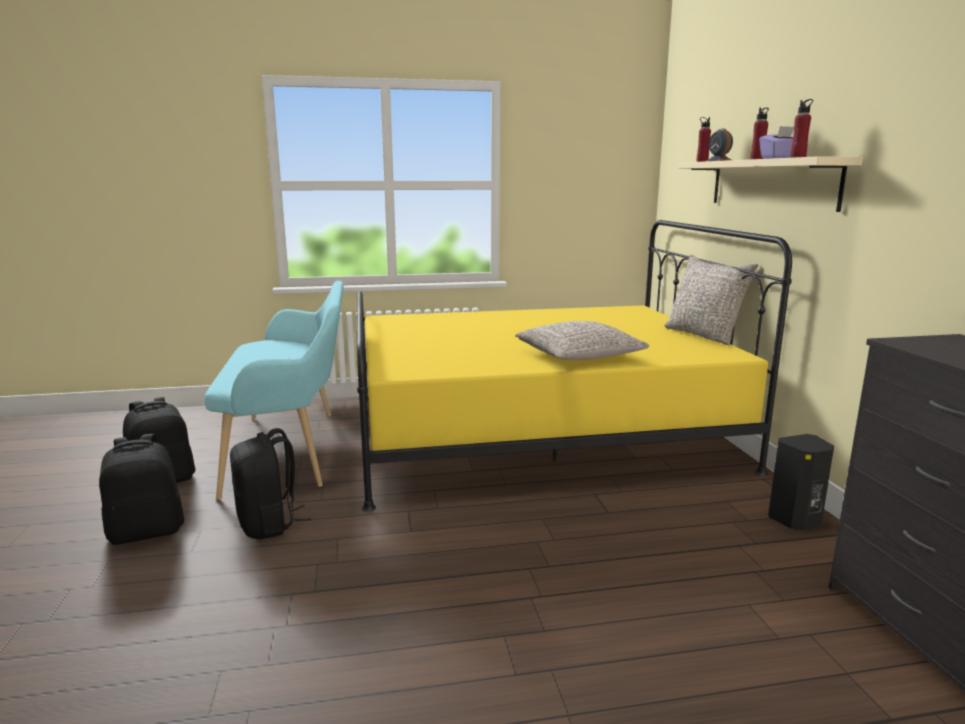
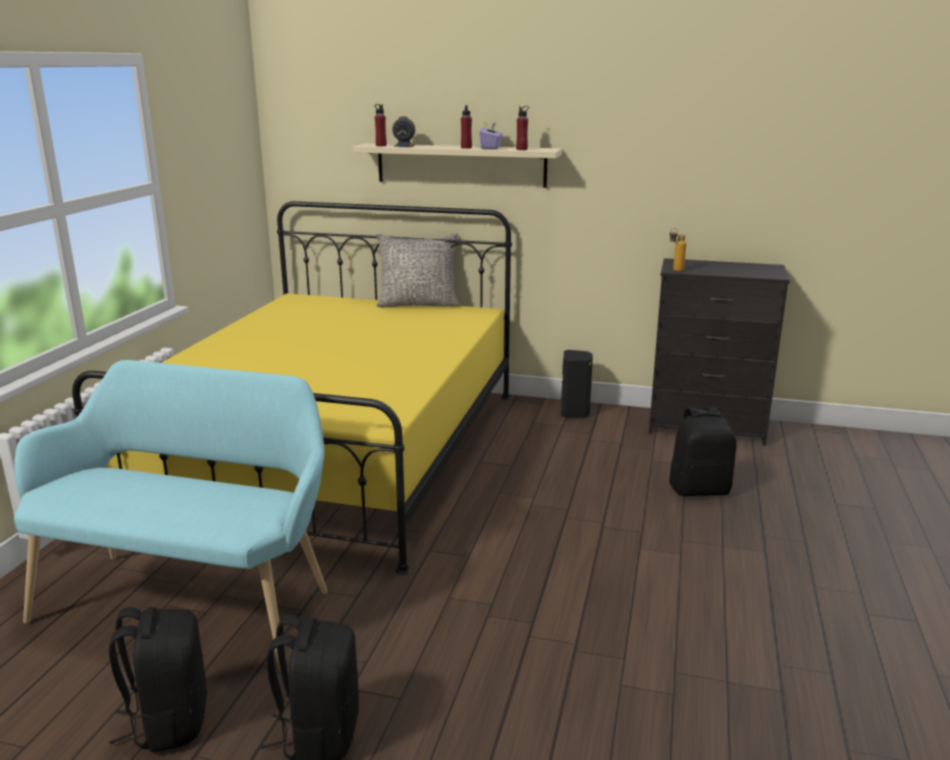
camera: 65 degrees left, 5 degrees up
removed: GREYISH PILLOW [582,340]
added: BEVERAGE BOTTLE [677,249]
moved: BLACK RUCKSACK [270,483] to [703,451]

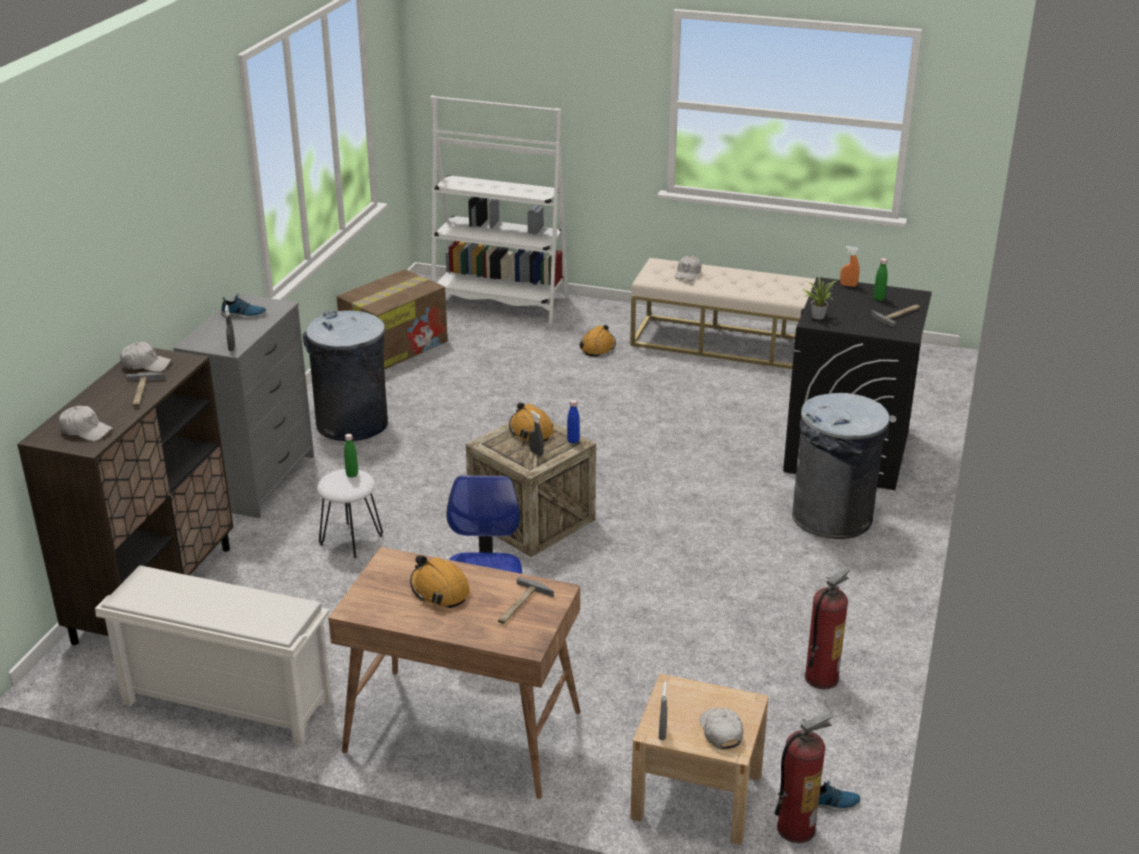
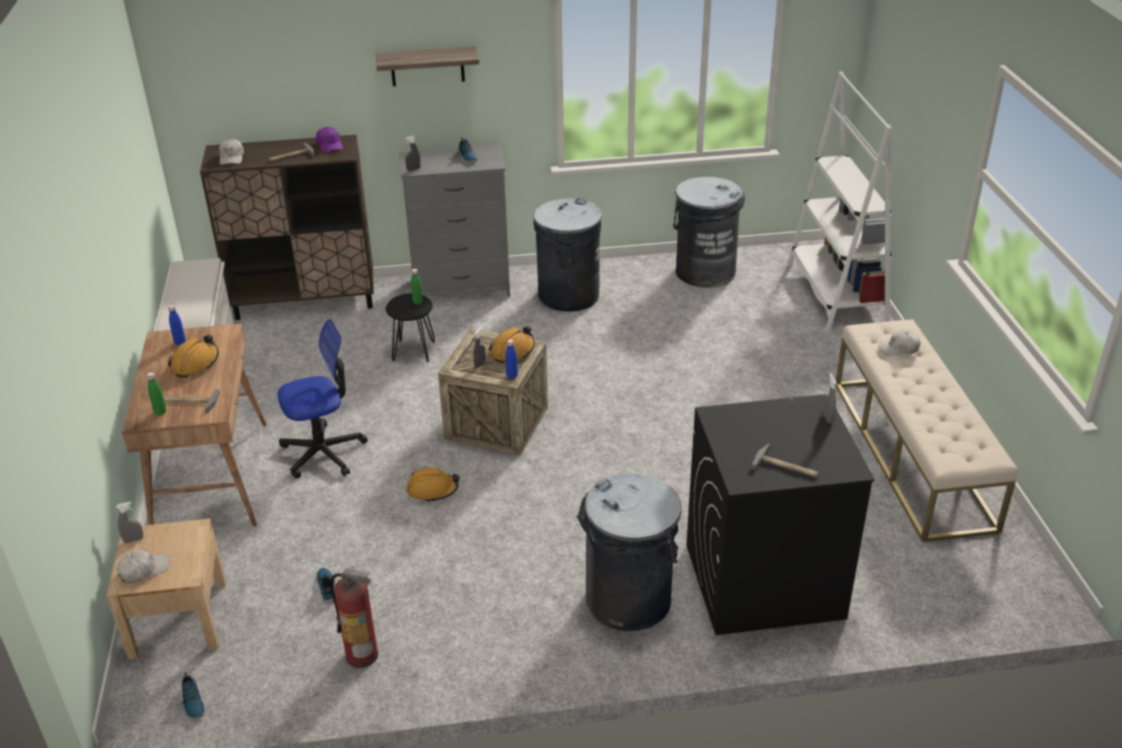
camera: 65 degrees right, 5 degrees up
removed: FIRE-FIGHTING CYLINDER [804,777]; HOUSEPLANT [820,298]
added: BLUE-COLOURED BEVERAGE BOTTLE [177,325]; ITEM OF FOOTWEAR [326,586]; BRACKET SHELF [427,66]
moved: ORANGE HARD HAT [597,341] to [433,484]; GREEN BEVERAGE BOTTLE [880,279] to [156,393]
replaced: PACKING BOX [392,319] to GREYISH WASTE BIN [709,232]
recoloured: WHITISH CAP [145,357] to PURPLE CAP [329,140]; WHITISH SITTING STOOL [350,513] to BLACK SITTING STOOL [410,327]; ORANGE SPRAY BOTTLE [850,266] to GREYISH SPRAY BOTTLE [829,398]

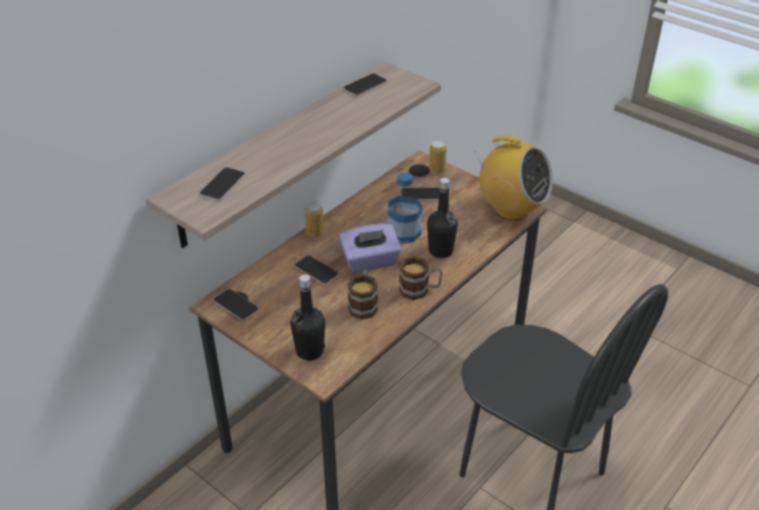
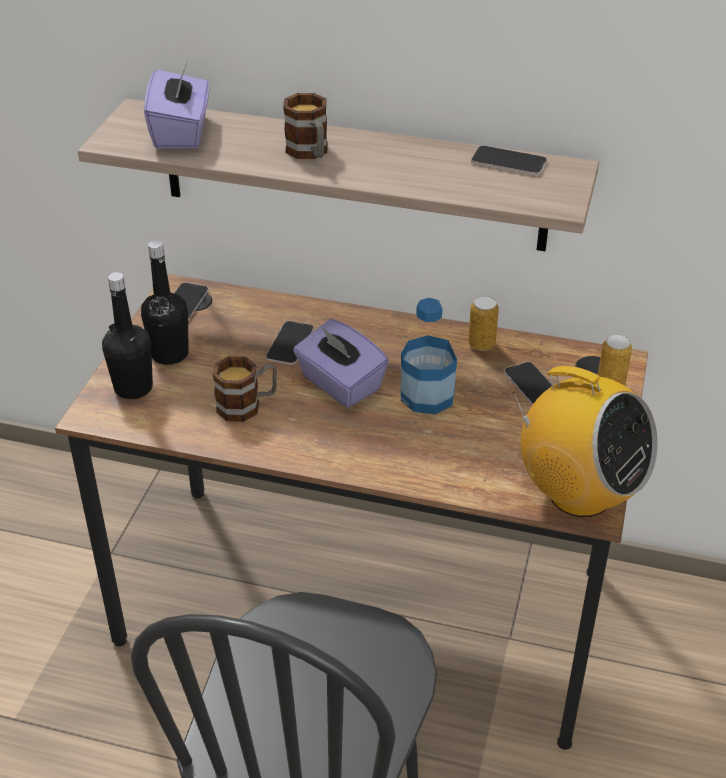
camera: 65 degrees right, 0 degrees up
moved: METAL CAN [314,220] to [483,323]; TEA MUG [420,278] to [305,126]; BLACK BEVERAGE BOTTLE [442,218] to [165,302]
replaced: PHONE [222,184] to PURPLE TISSUE HOLDER [176,105]
turned: RADIO [514,178] = [585,441] 60 degrees counterclockwise

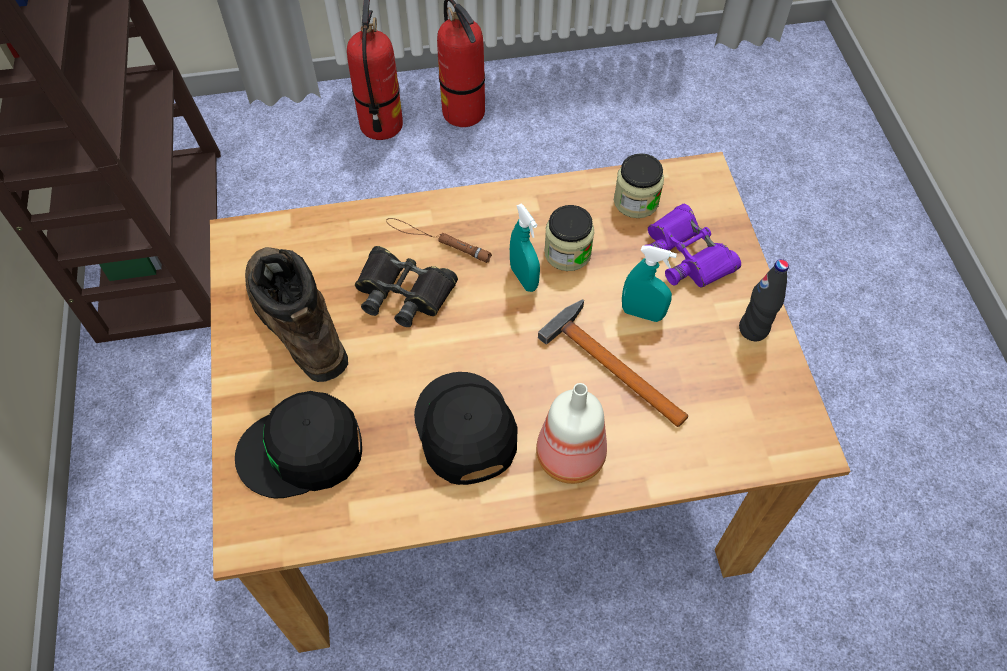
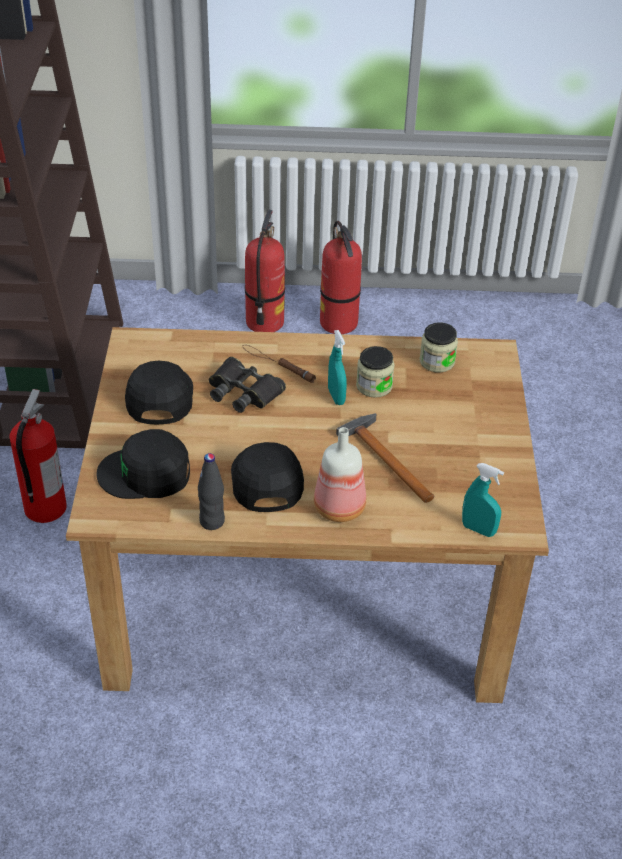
camera: 10 degrees right, 15 degrees down
removed: PURPLE PAIR OF BINOCULARS [692,246]
added: FIRE-FIGHTING CYLINDER [38,456]
moved: TURQUOISE-COLOURED SPRAY BOTTLE [649,283] to [483,500]; BLACK BEVERAGE BOTTLE [764,300] to [211,491]
replaced: BROWNISH TALL BOOT [296,314] to BLACK CAP [159,392]

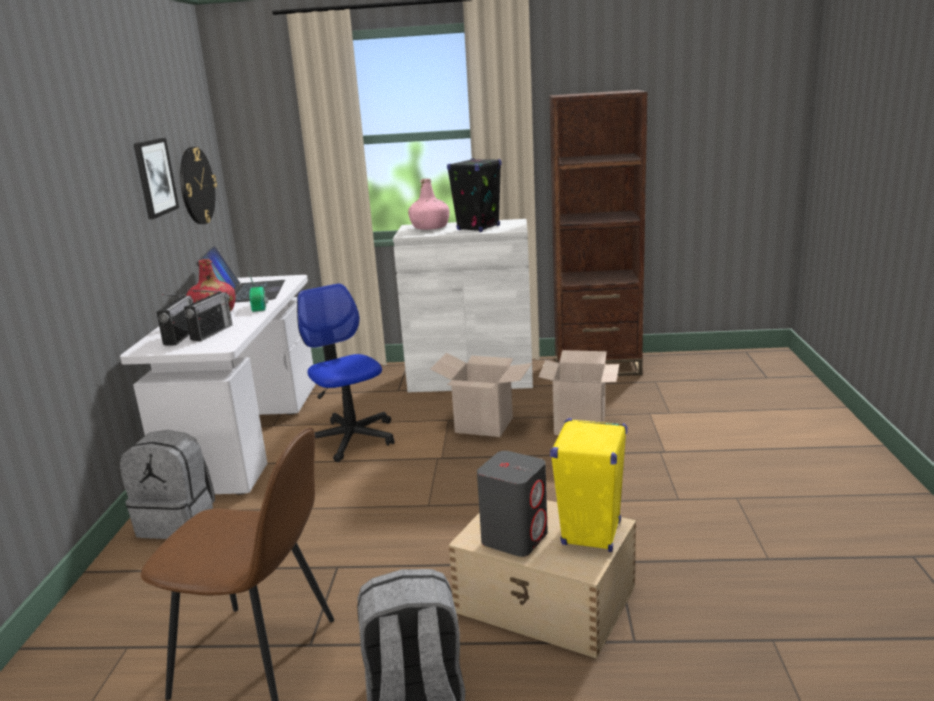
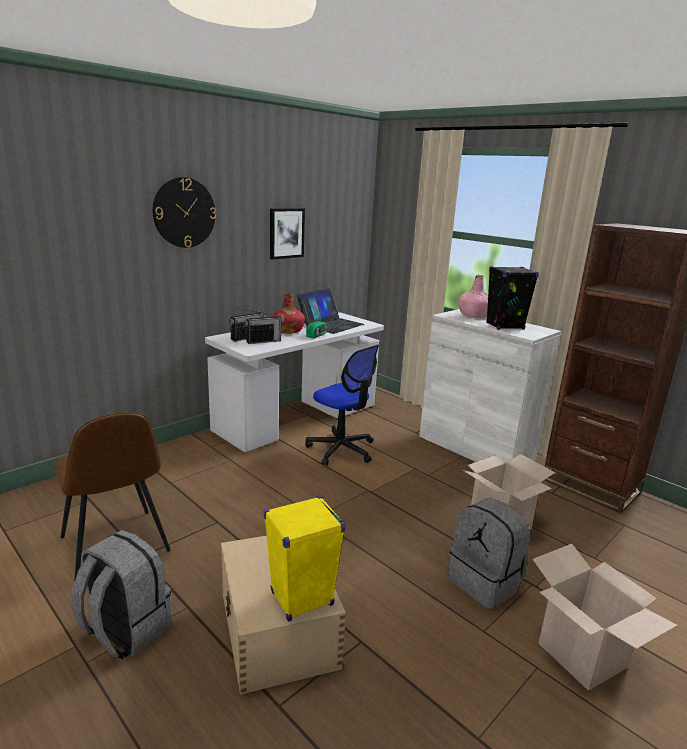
camera: 40 degrees right, 0 degrees up
removed: GREYISH AUDIO SPEAKER [512,504]
moved: GREYISH RUCKSACK [167,484] to [489,553]; HANGING CLOCK [198,185] to [184,212]; PACKING BOX [481,395] to [605,617]
turned: DESK CHAIR [345,372] = [342,405] 120 degrees clockwise

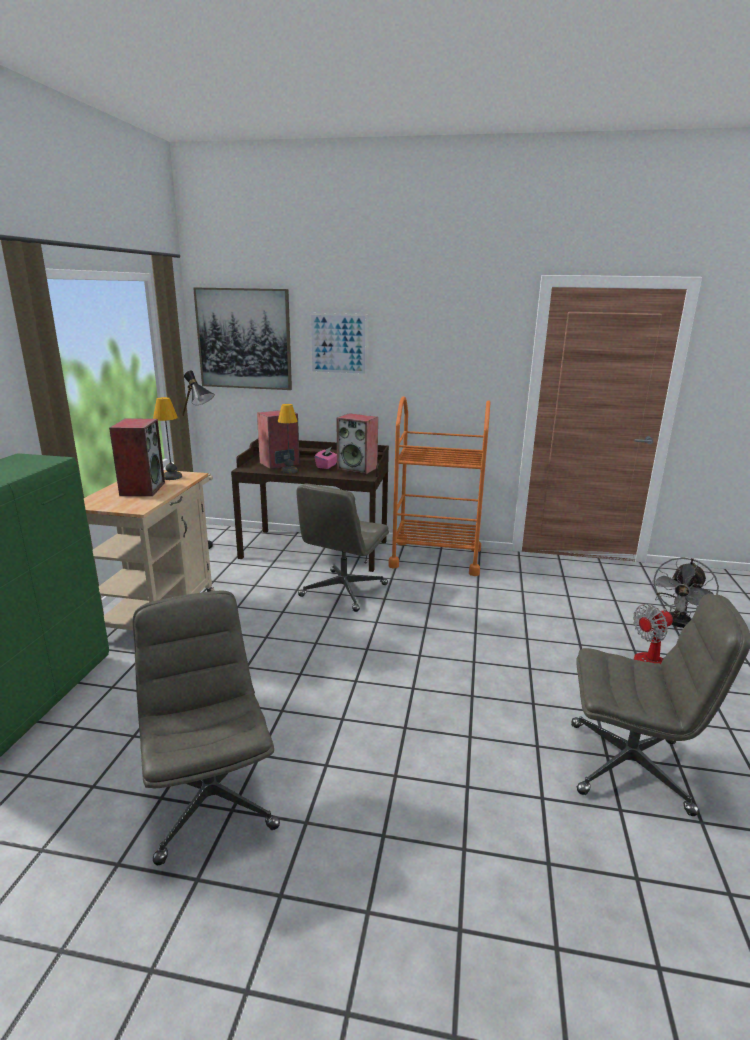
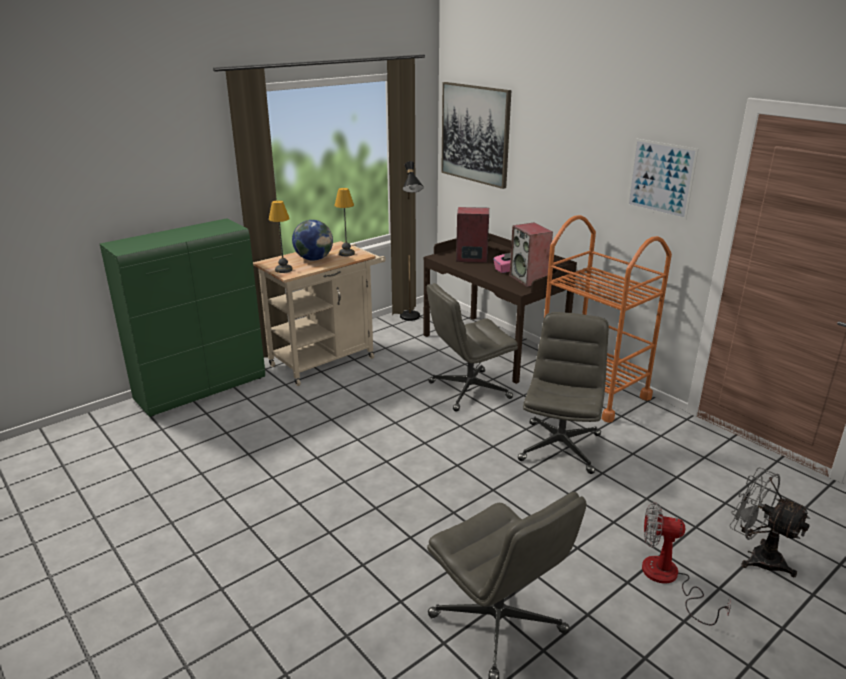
camera: 40 degrees right, 5 degrees up
moved: GREYISH DESK CHAIR [206,727] to [563,393]; TABLE LAMP [288,438] to [280,236]; WALL PICTURE [338,344] to [663,179]
replaced: AUDIO SPEAKER [137,457] to WORLD GLOBE [312,240]
turned: GREYISH COOLING FAN [685,593] = [770,522] 60 degrees clockwise

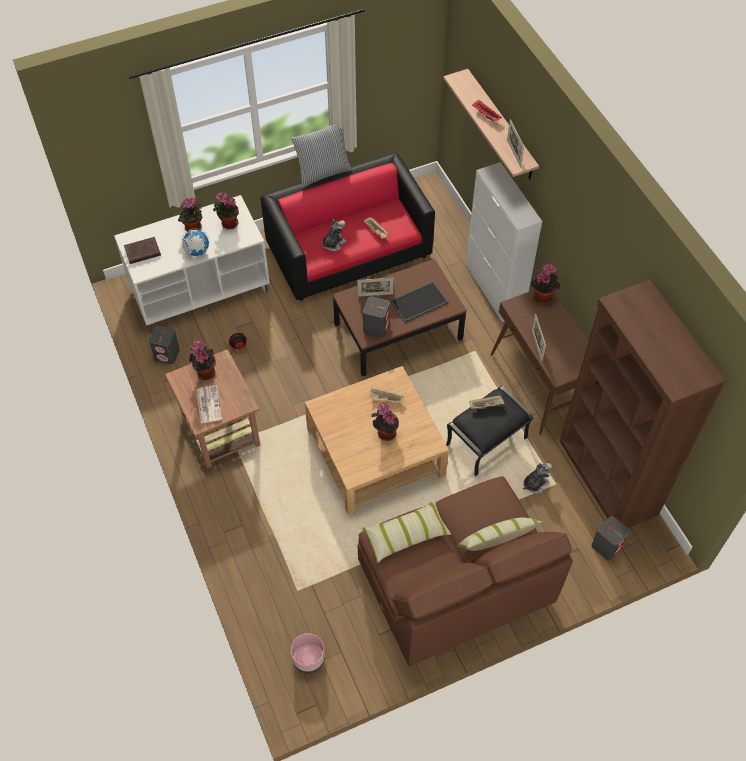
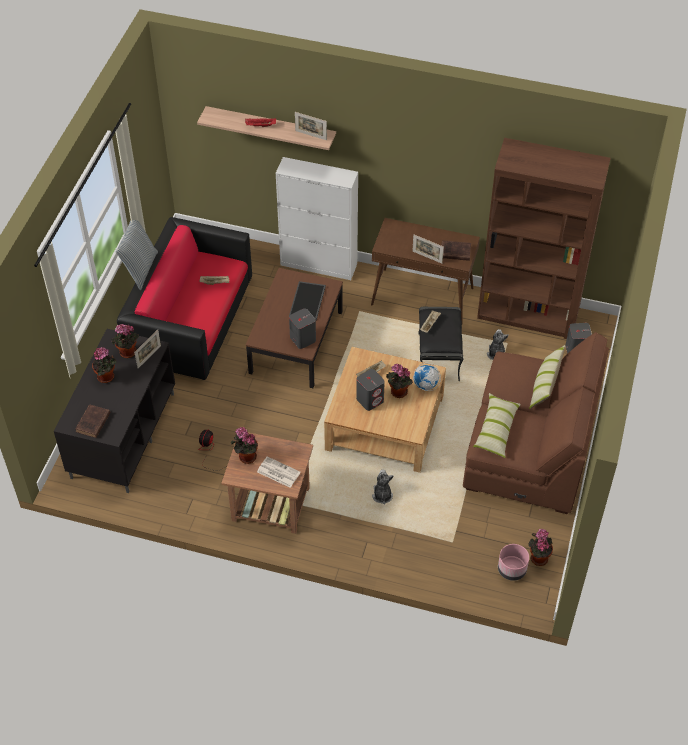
camera: 50 degrees left, 5 degrees down
added: BROWNISH VOLUME [456,250]
moved: GREYISH AUDIO SPEAKER [164,344] to [370,390]; WORLD GLOBE [195,242] to [427,377]; SOFT TOY [333,235] to [383,487]; PICTURE FRAME [375,287] to [147,349]; HOUSEPLANT [545,283] to [540,547]
recoloured: WHITISH MEDIA CONSOLE [192,263] to BLACK MEDIA CONSOLE [114,411]

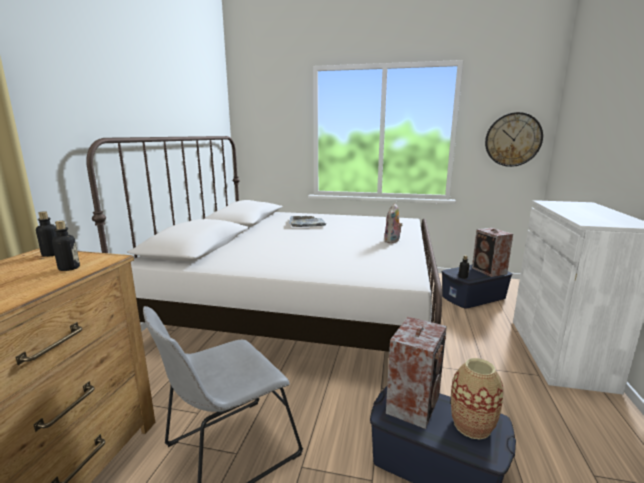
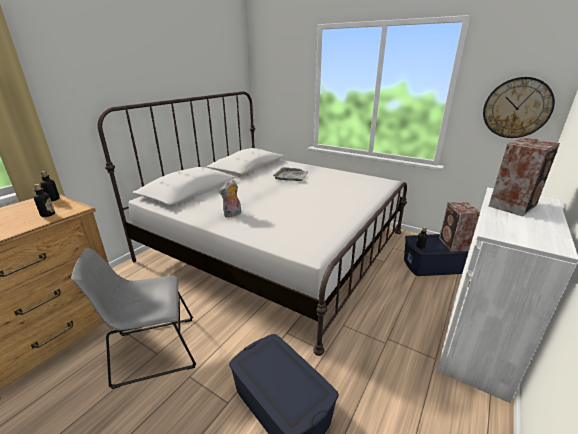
camera: 20 degrees right, 10 degrees up
removed: VASE [477,399]
moved: SOFT TOY [393,223] to [230,198]; AUDIO SPEAKER [416,373] to [524,177]

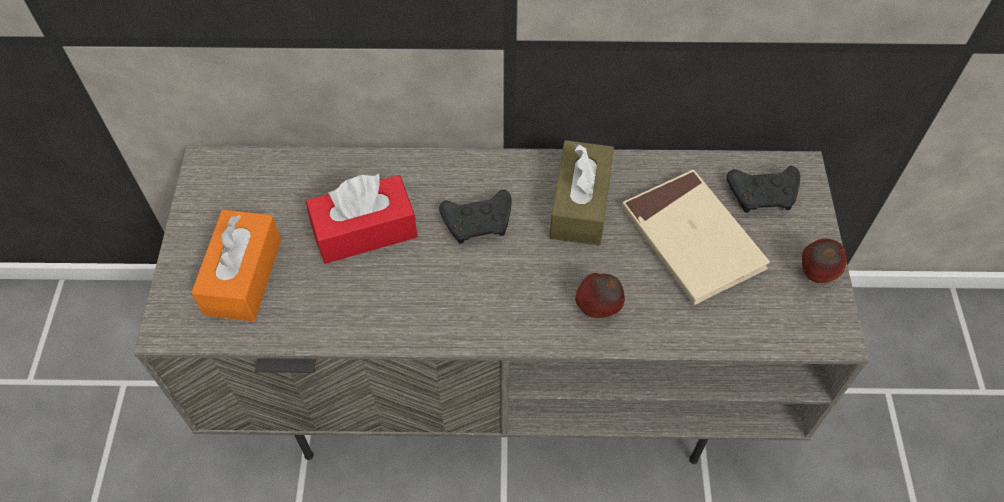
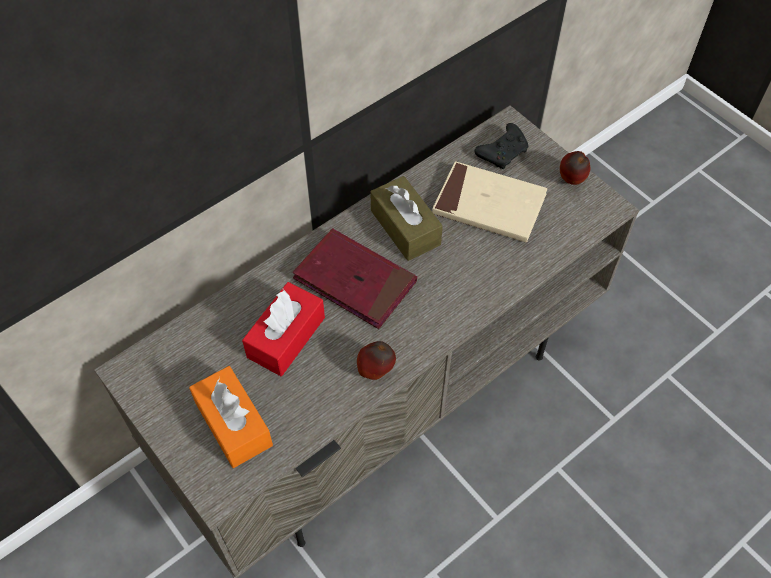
camera: 40 degrees left, 0 degrees up
moved: APPLE FRUIT [600,295] to [376,360]
replaced: BLACK GAMEPAD [475,217] to REDDISH VOLUME [355,278]

